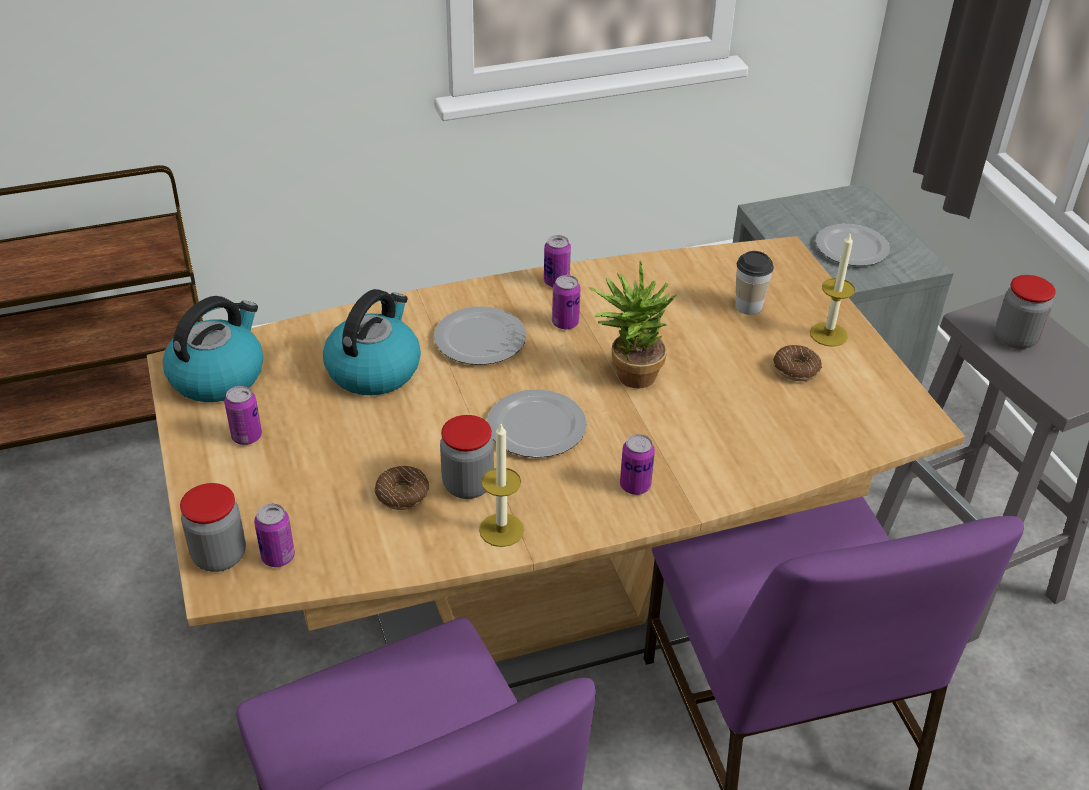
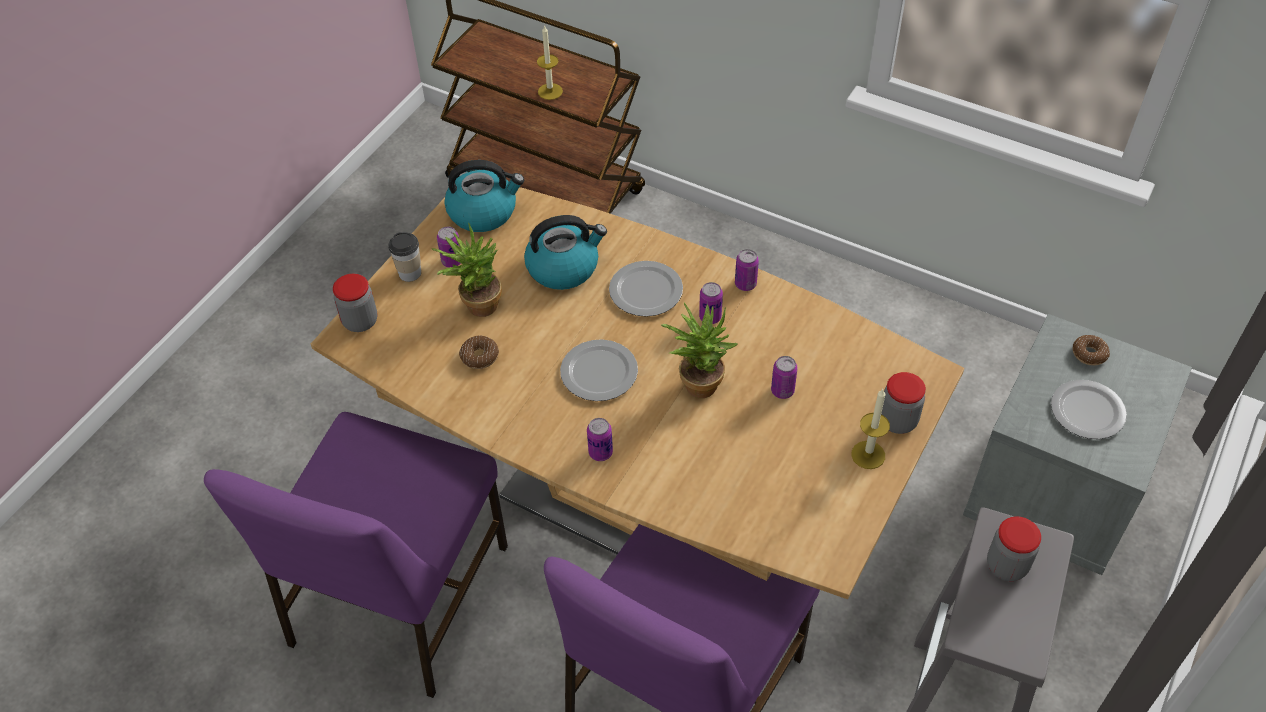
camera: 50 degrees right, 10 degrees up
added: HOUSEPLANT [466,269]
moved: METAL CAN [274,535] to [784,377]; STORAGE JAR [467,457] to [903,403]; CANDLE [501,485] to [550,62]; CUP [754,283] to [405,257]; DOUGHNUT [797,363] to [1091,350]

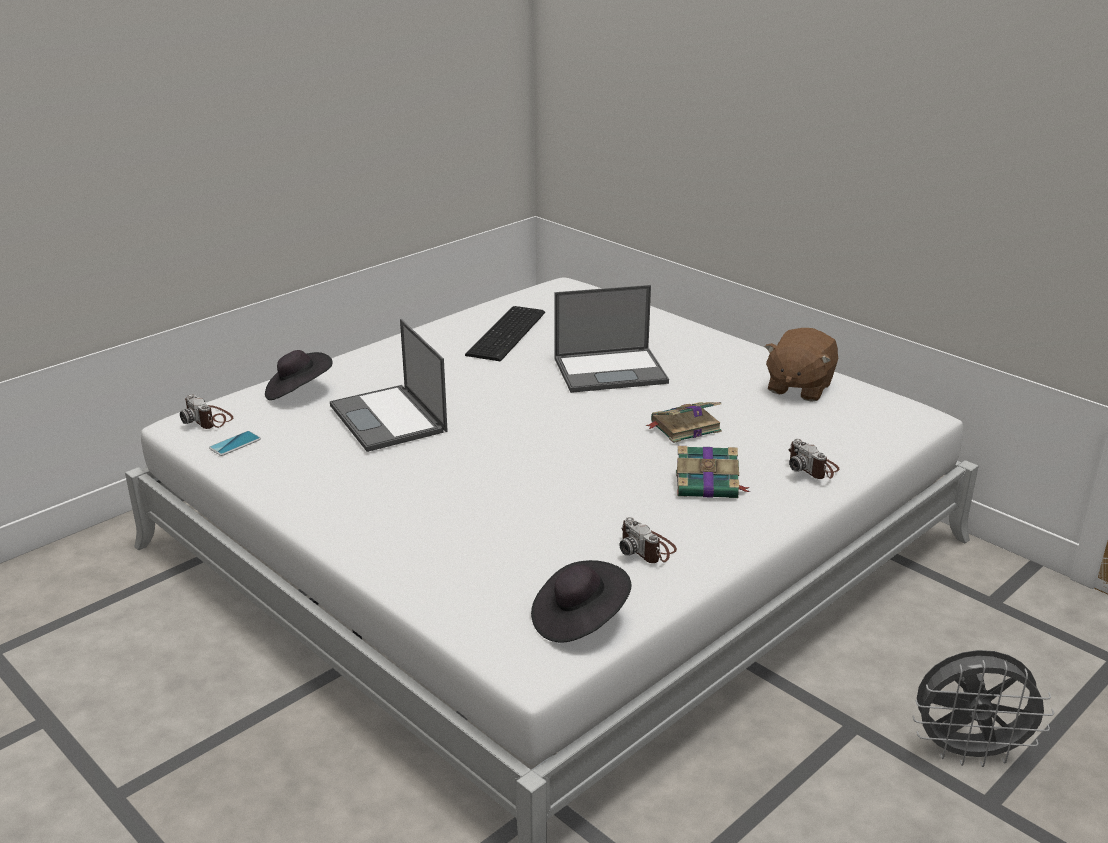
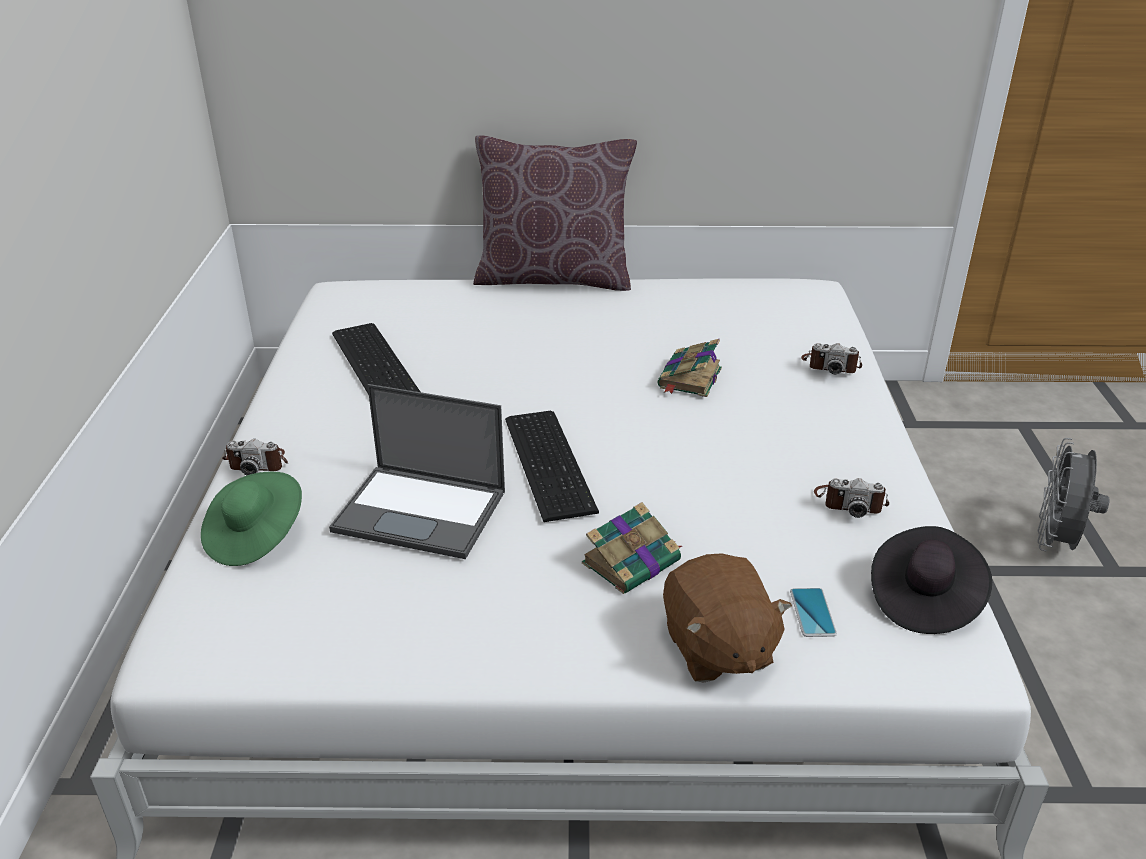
camera: 45 degrees left, 5 degrees up
removed: NOTEBOOK COMPUTER [612,339]
added: BROWNISH PILLOW [555,213]; KEYBOARD [552,466]
moved: PHOTO CAMERA [206,411] to [255,457]; PHONE [235,443] to [813,612]; VOLUME [713,472] to [632,548]; BROWNISH SOFT TOY [801,365] to [727,618]
recoloured: BLACK HAT [299,375] to GREEN HAT [251,519]
turned: GREYISH COOLING FAN [983,708] = [1073,494] 150 degrees clockwise

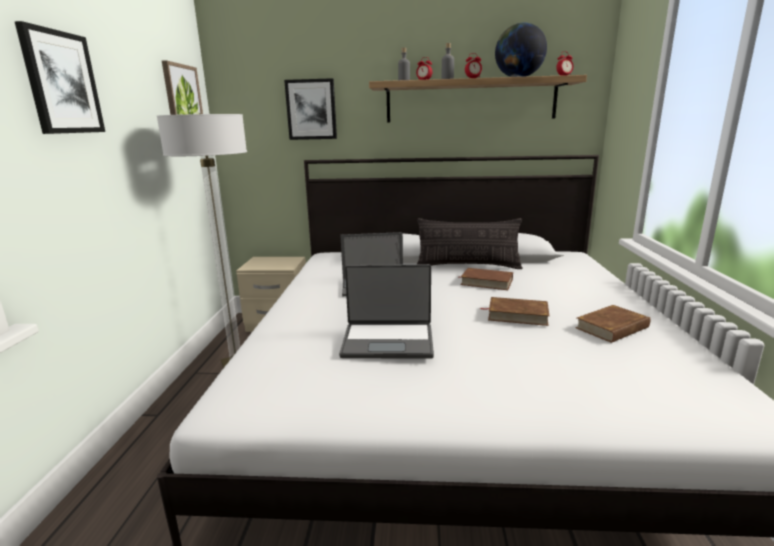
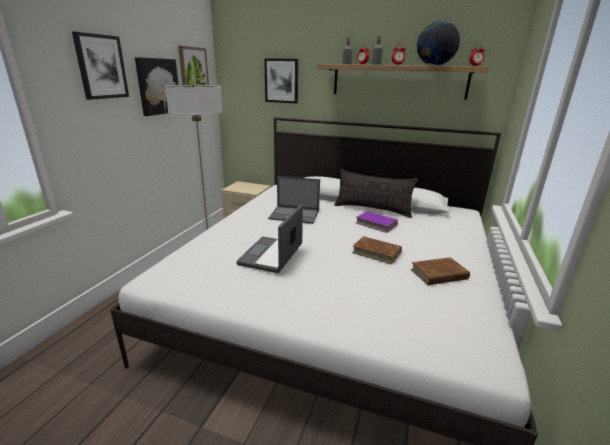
camera: 15 degrees right, 5 degrees up
added: WALL PICTURE [156,86]
recoloured: BROWNISH VOLUME [485,279] to PURPLE VOLUME [377,222]
turned: NOTEBOOK COMPUTER [386,311] = [269,239] 90 degrees clockwise

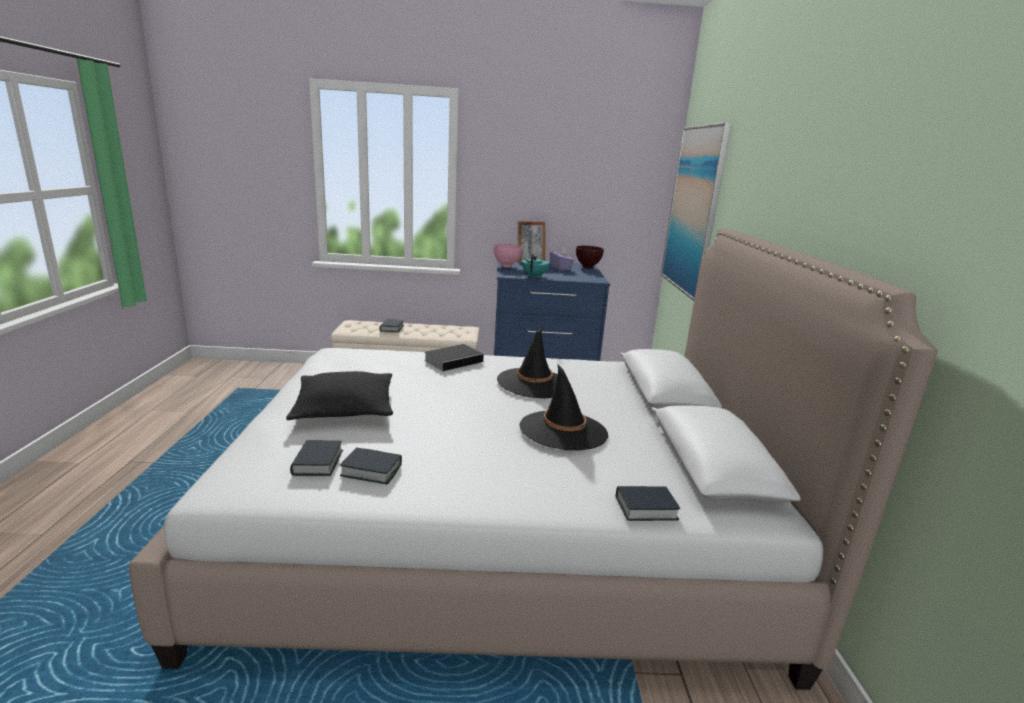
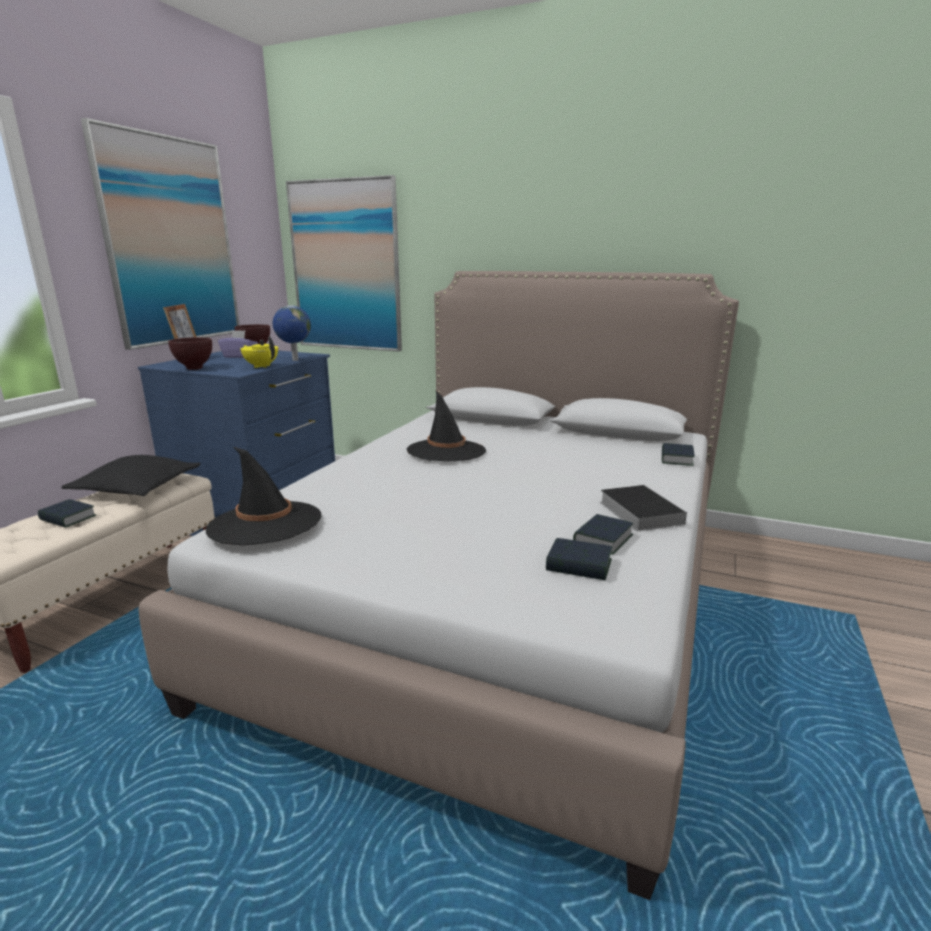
camera: 65 degrees left, 0 degrees up
added: WALL PICTURE [160,234]; WORLD GLOBE [292,333]
moved: BLACK PILLOW [339,395] to [131,475]; VOLUME [454,357] to [643,508]; BLACK HAT [563,407] to [263,496]
recoloured: PINKISH SERVING BOWL [507,256] to BROWNISH SERVING BOWL [190,353]; TURQUOISE-COLOURED POT FOR TEA [536,266] to YELLOWISH POT FOR TEA [259,352]

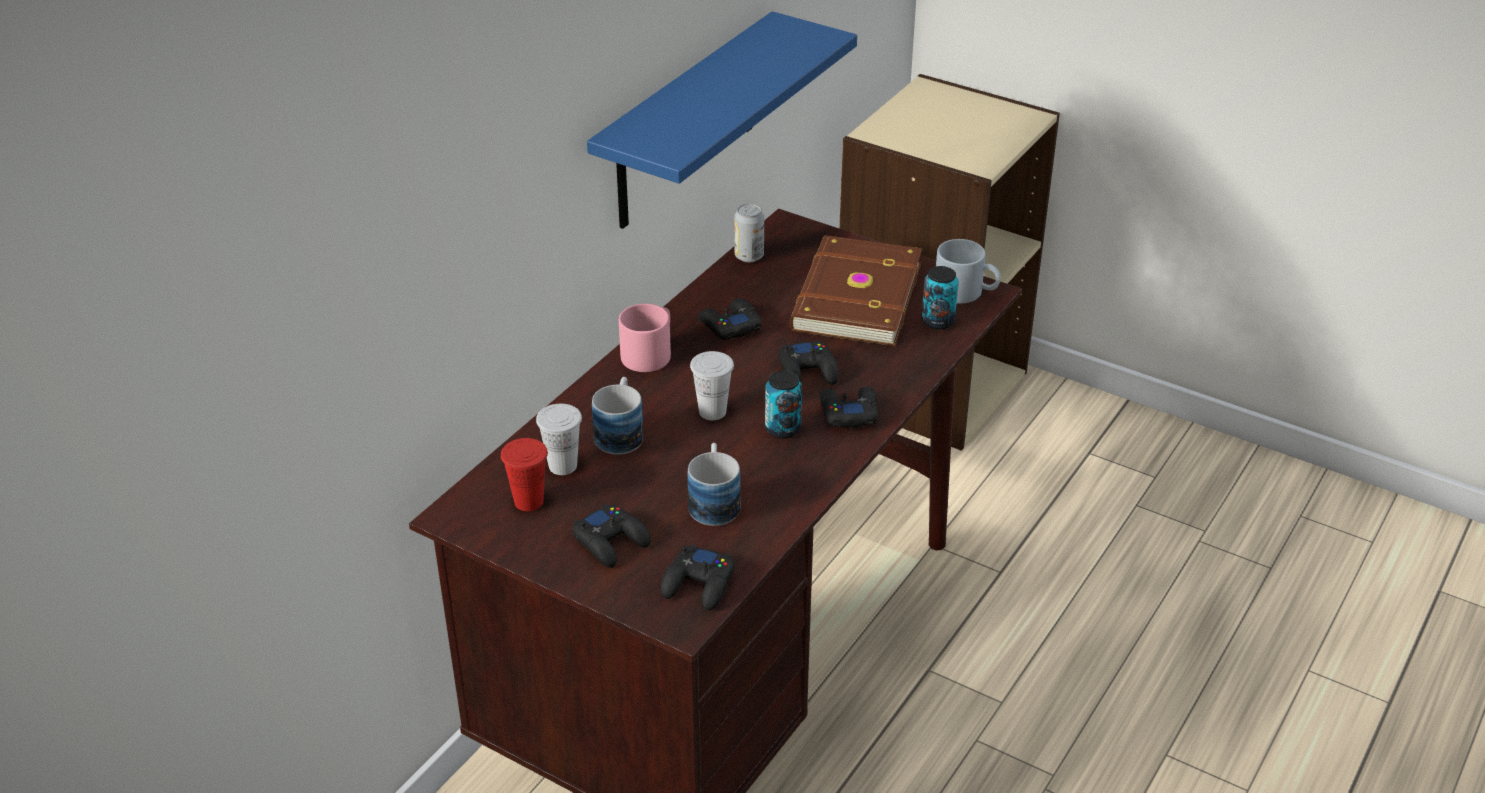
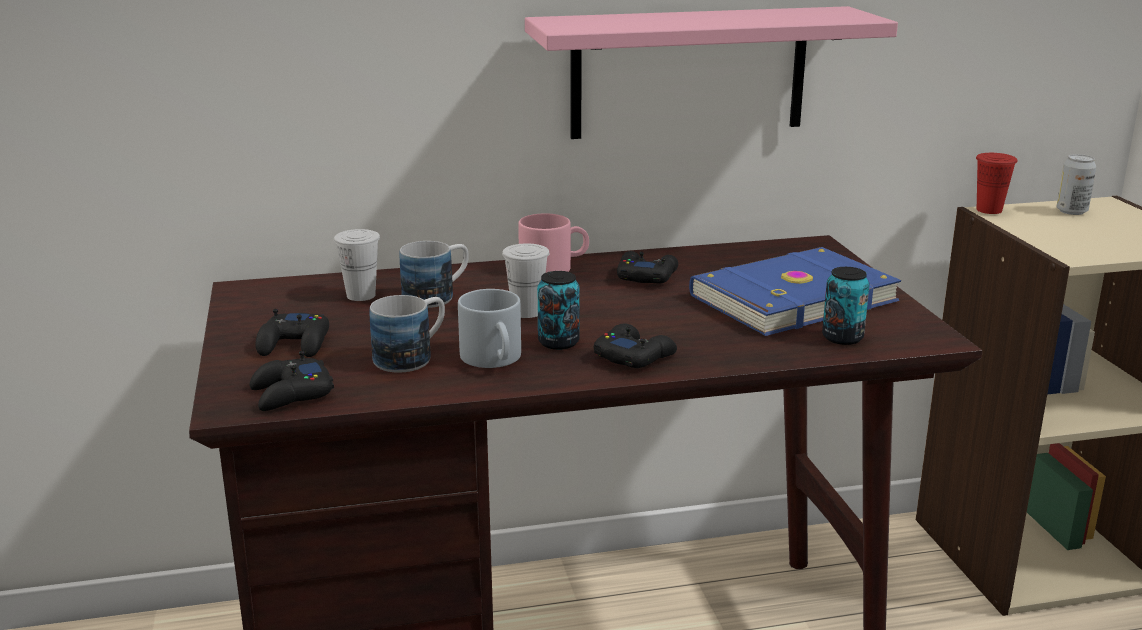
camera: 45 degrees right, 15 degrees down
removed: BLACK GAMEPAD [809,363]
moved: REDDISH CUP [524,474] to [996,183]; METAL CAN [749,232] to [1076,184]; GREYISH TEA MUG [968,271] to [489,328]
recoloured: BLUE-COLOURED BRACKET SHELF [722,120] to PINKISH BRACKET SHELF [711,72]; BROWNISH VOLUME [855,290] to BLUE-COLOURED VOLUME [795,291]

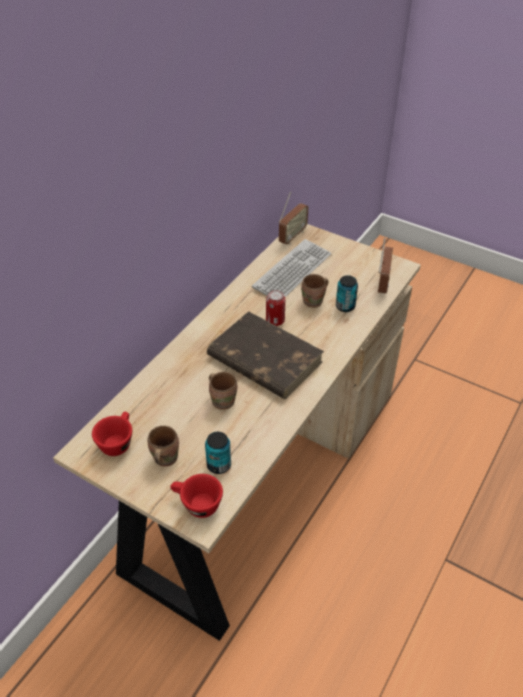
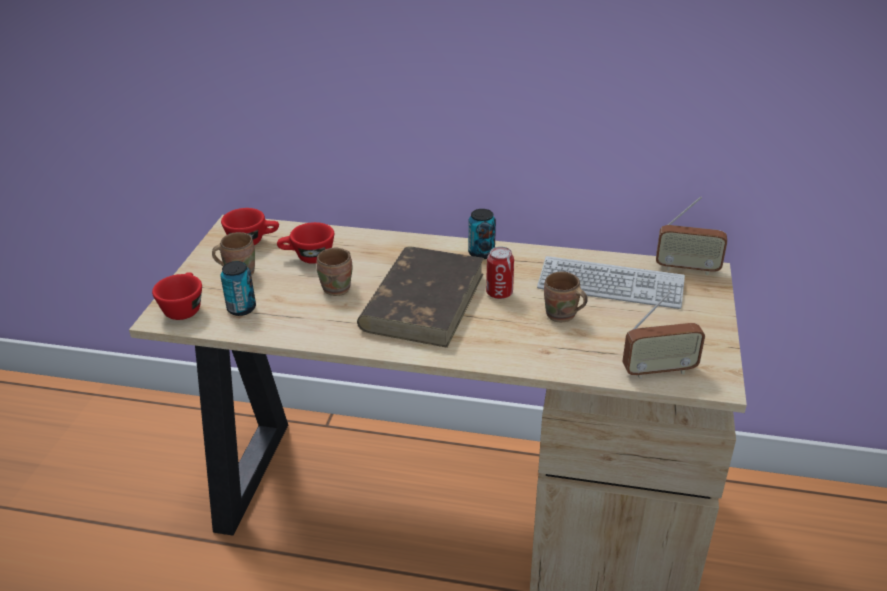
camera: 70 degrees right, 10 degrees down
added: REDDISH CUP [305,243]
moved: METAL CAN [347,293] to [482,234]

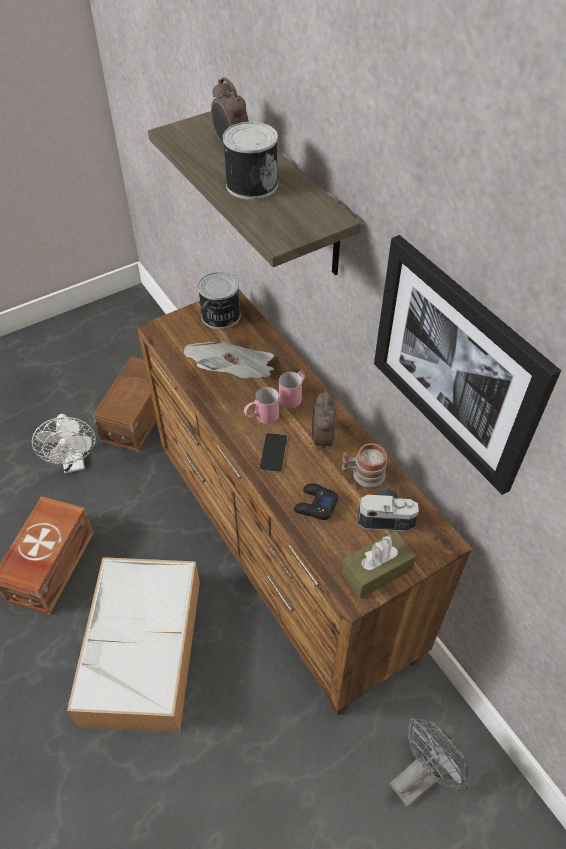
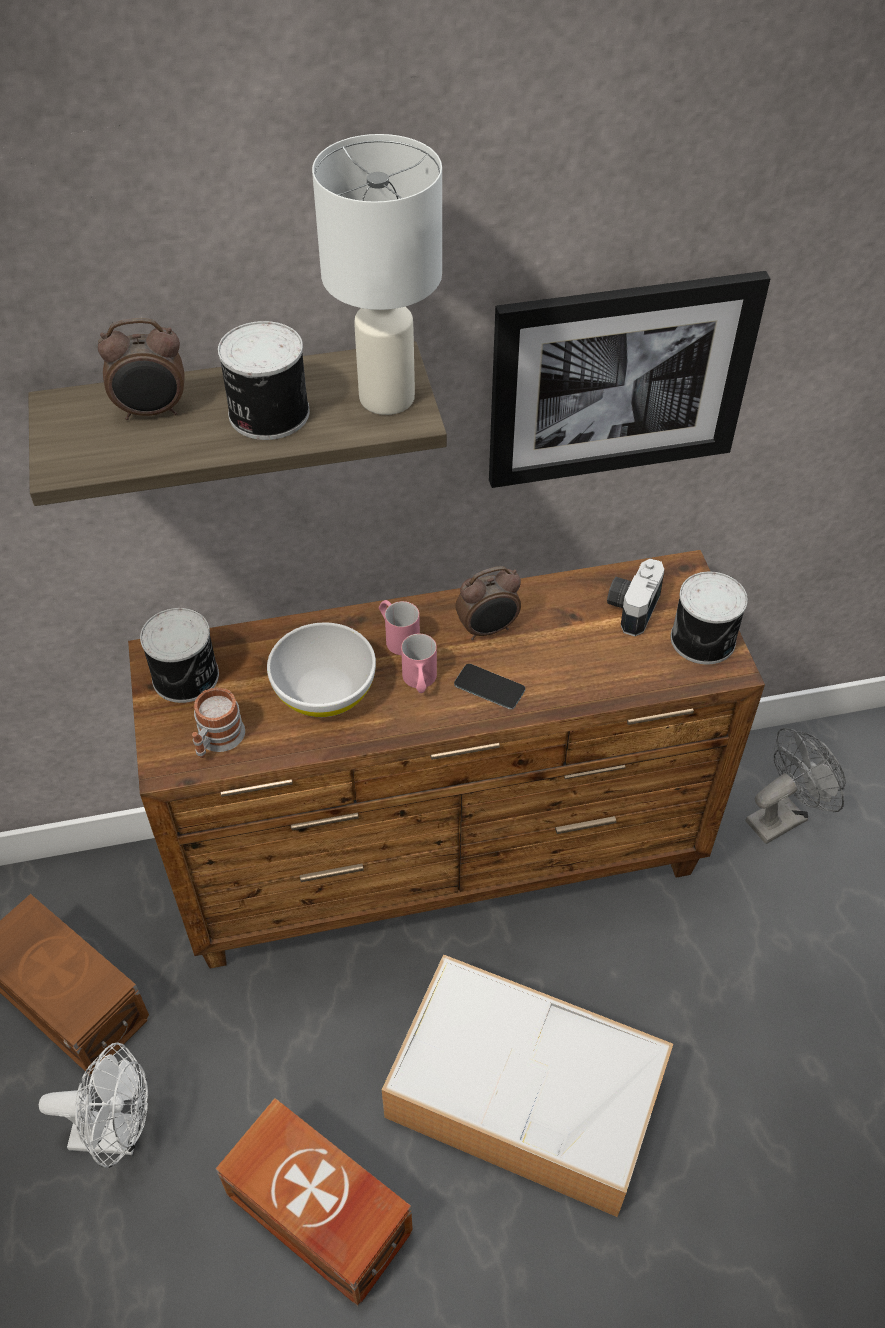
camera: 70 degrees left, 0 degrees up
removed: BLACK GAMEPAD [316,501]
added: WHITISH TABLE LAMP [377,274]
moved: TEA MUG [364,465] to [218,722]
replaced: PRINTED PAPER [229,359] to WHITISH SERVING BOWL [321,669]; BROWNISH TISSUE HOLDER [378,564] to METAL CAN [709,618]
turned: TABLE CLOCK [324,420] = [488,603] 45 degrees counterclockwise; GREYISH COOLING FAN [429,762] = [796,786] 75 degrees clockwise

